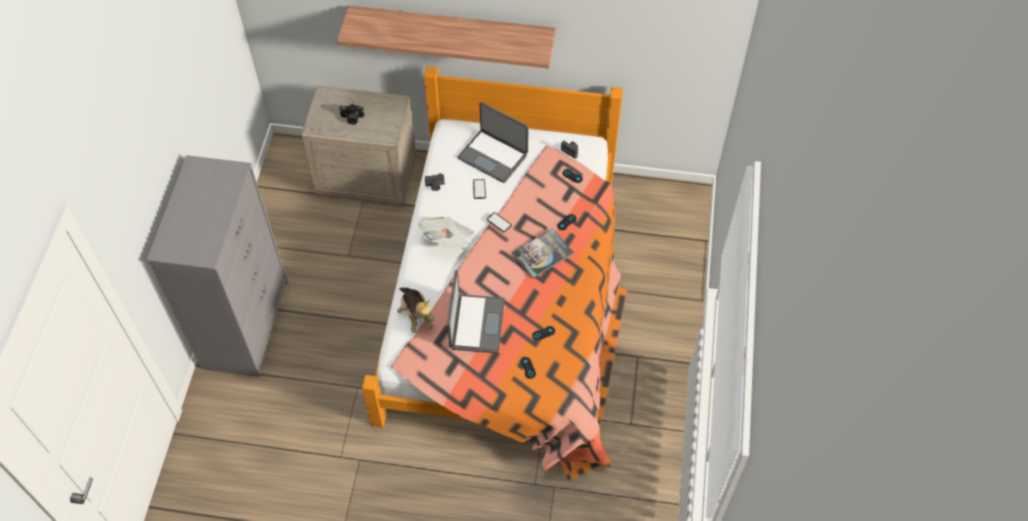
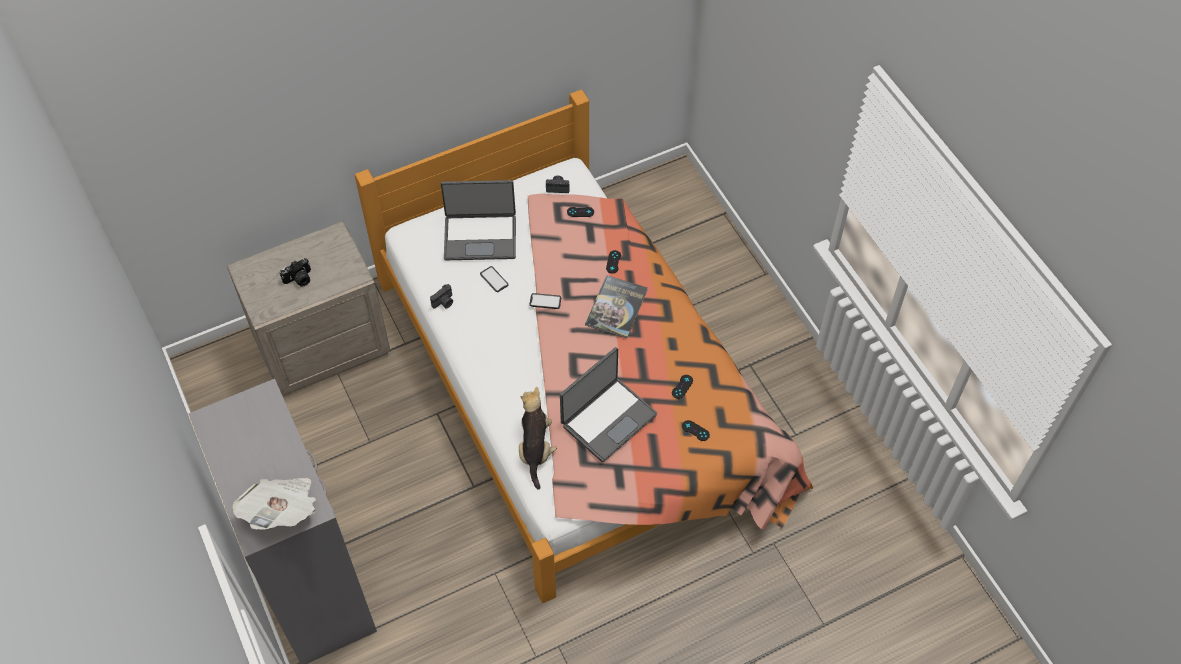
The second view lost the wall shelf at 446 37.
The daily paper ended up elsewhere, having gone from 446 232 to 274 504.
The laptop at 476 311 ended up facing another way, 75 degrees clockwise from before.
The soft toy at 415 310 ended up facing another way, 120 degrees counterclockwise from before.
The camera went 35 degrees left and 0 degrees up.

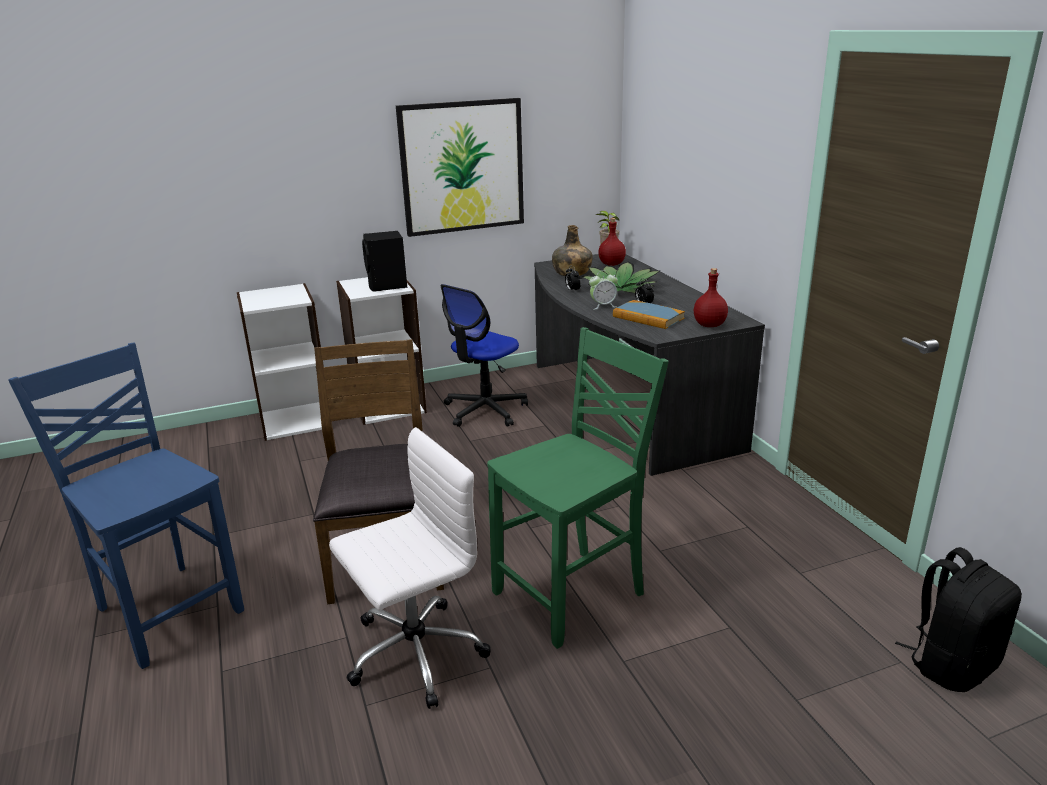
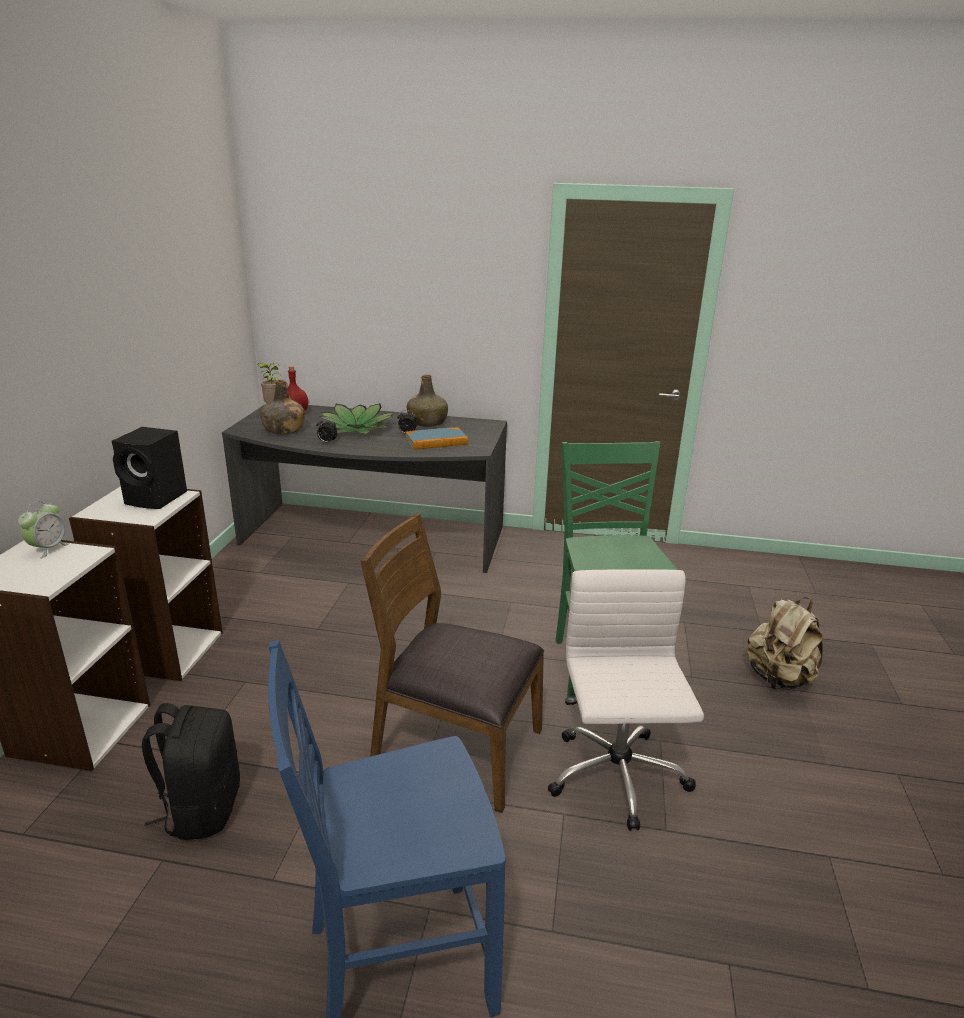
The second view lost the picture at 460 167.
The second view lost the red-coloured drink bottle at 711 297.
The bedside clock ended up elsewhere, having gone from 603 290 to 44 530.
The second view lost the desk chair at 484 355.
The blackish knapsack ended up elsewhere, having gone from 958 619 to 191 771.
The second view gained the green drink bottle at 427 400.
The second view gained the beige-coloured knapsack at 784 643.
The camera went 60 degrees left and 0 degrees up.

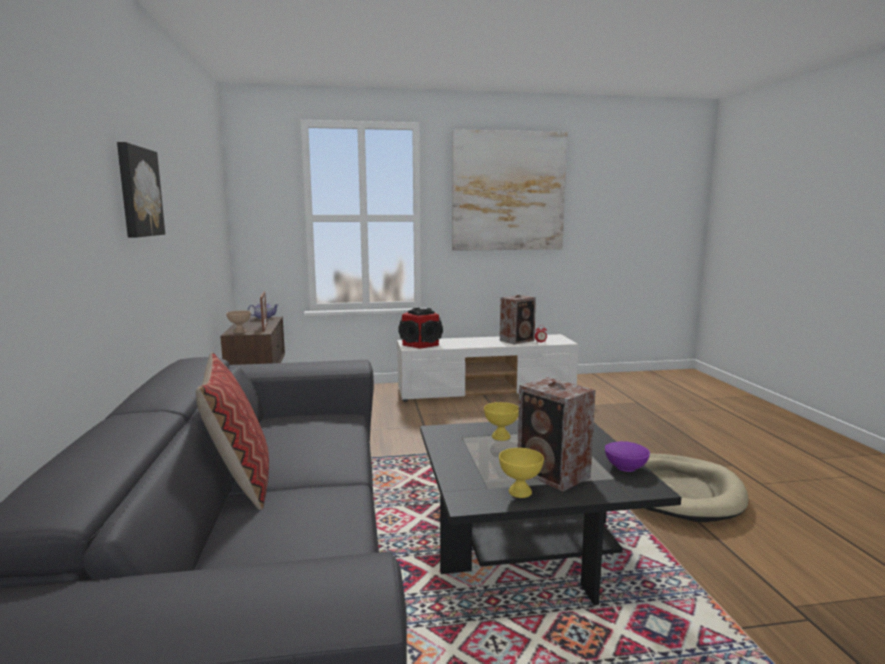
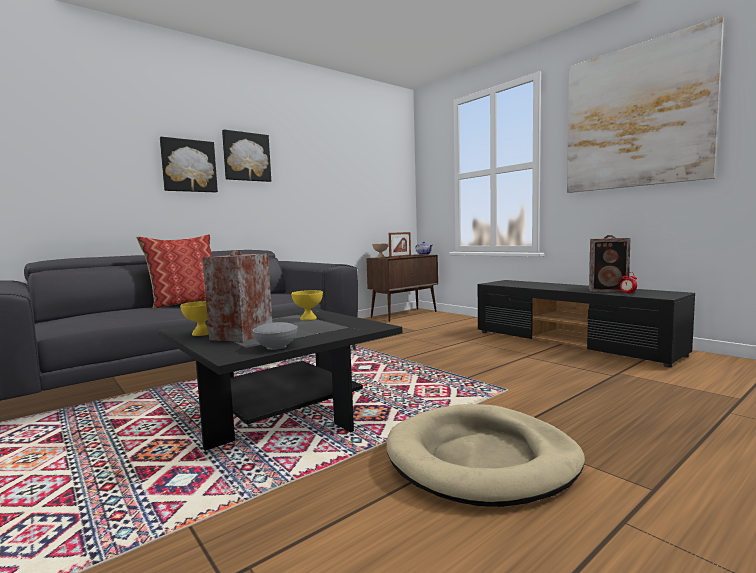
The second view lost the loudspeaker at 420 328.
What was the white tv stand at 488 368 turned into the blackish tv stand at 586 323.
What was the purplish bowl at 627 456 turned into the greyish bowl at 275 336.
The second view gained the picture at 189 165.
The camera went 60 degrees right and 5 degrees down.

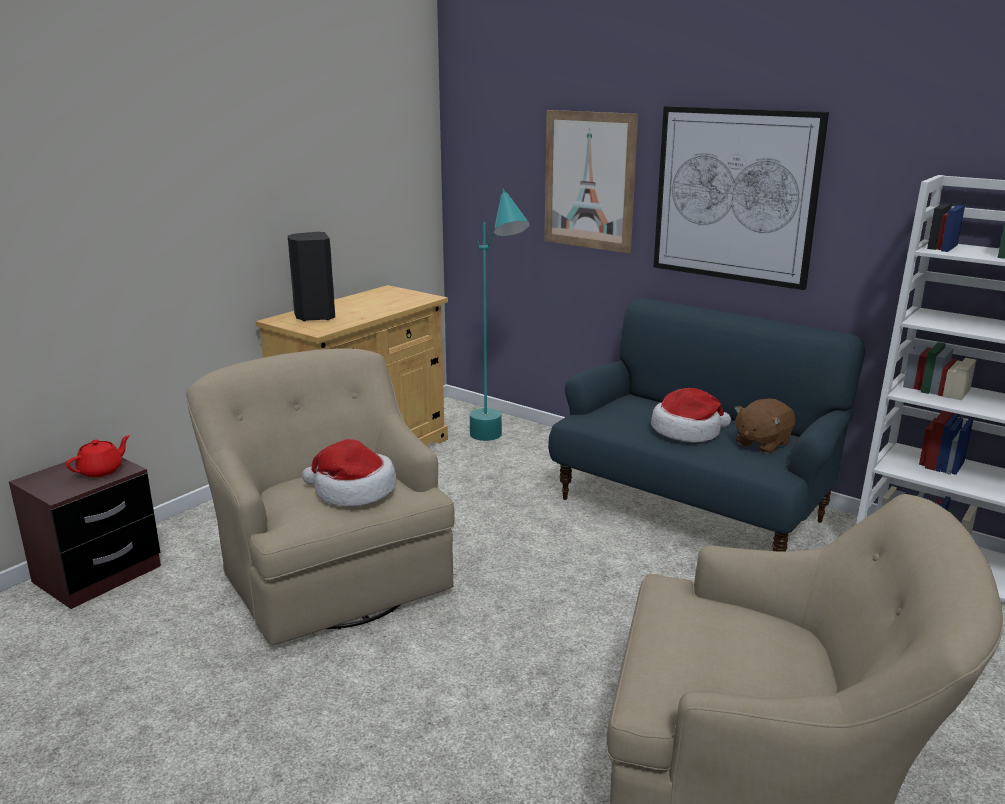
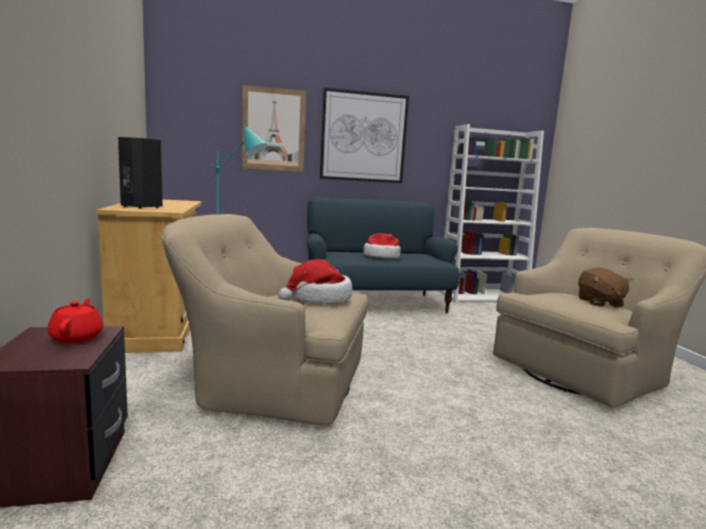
The brownish soft toy ended up elsewhere, having gone from 764 426 to 605 287.
The camera went 50 degrees left and 10 degrees down.

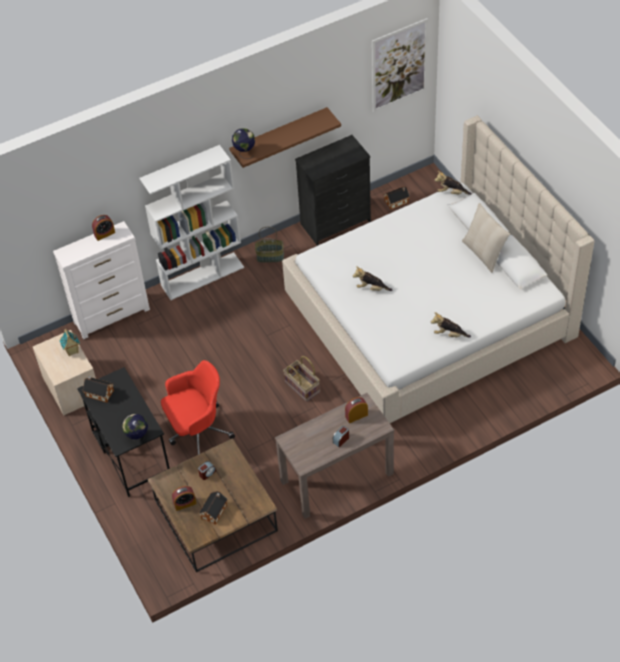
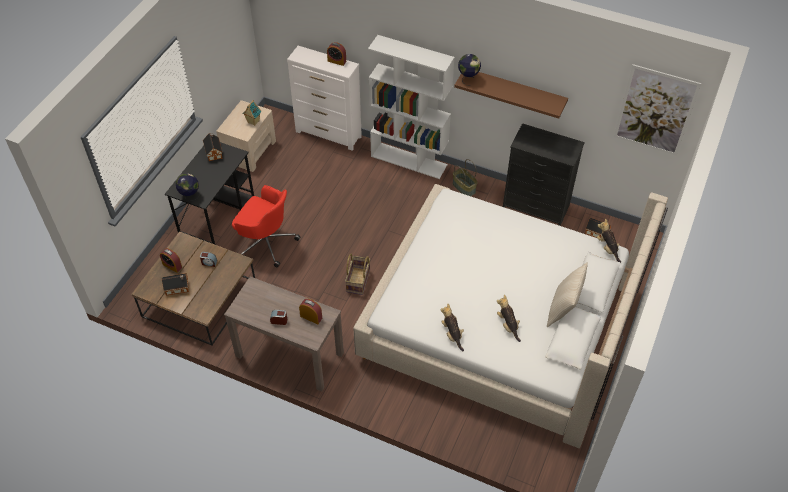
The soft toy ended up elsewhere, having gone from 372 278 to 509 318.
The camera went 50 degrees right and 0 degrees up.

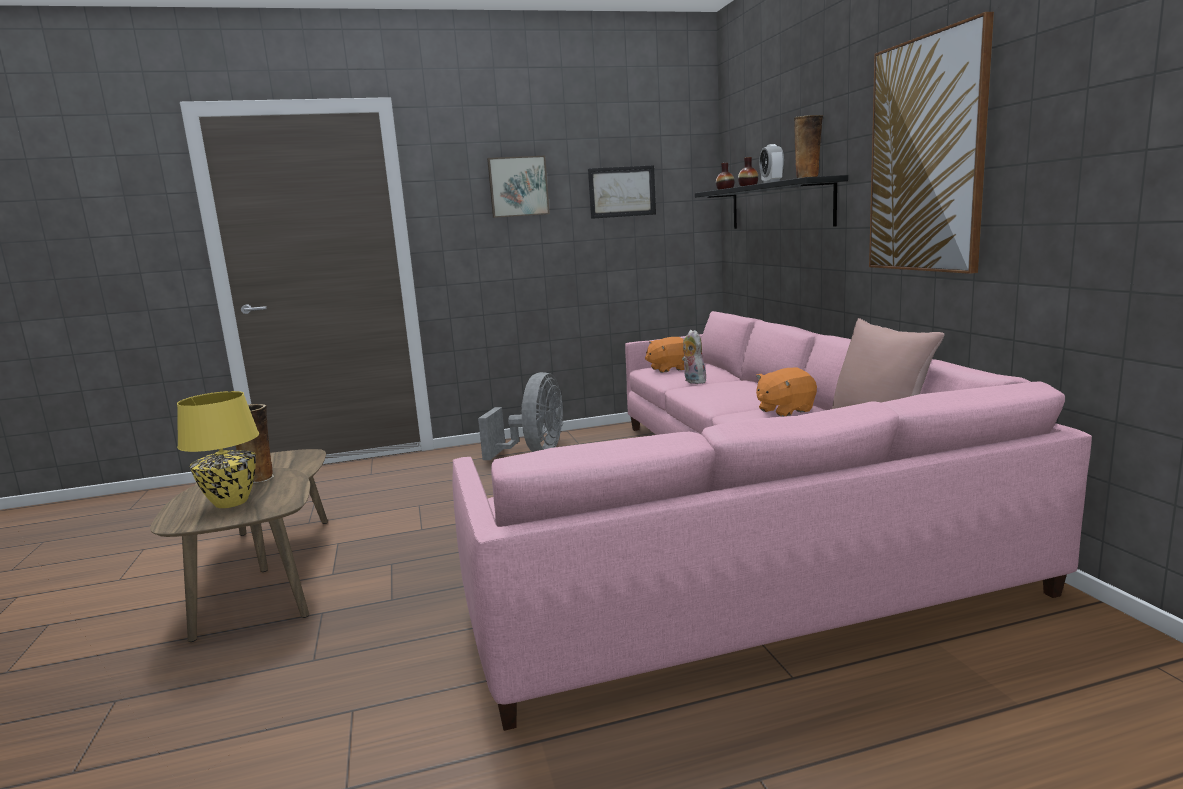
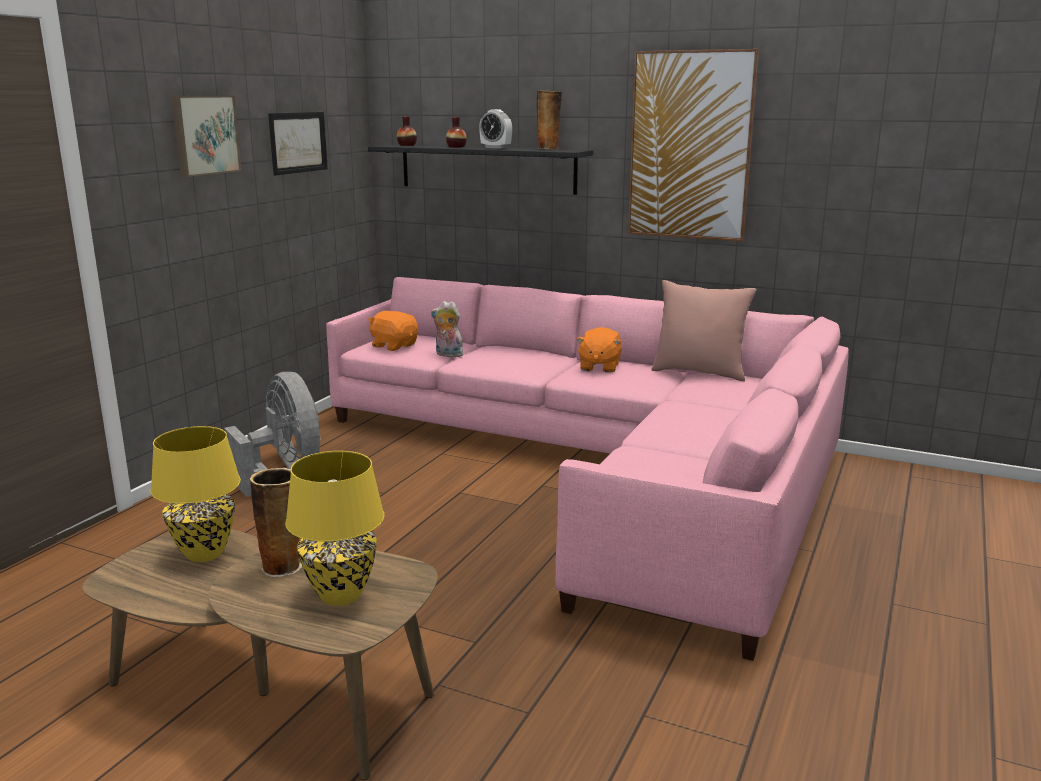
The orange soft toy at 664 355 ended up facing another way, 105 degrees clockwise from before.
The second view gained the yellow tabletop lamp at 196 494.
The camera went 50 degrees left and 5 degrees up.

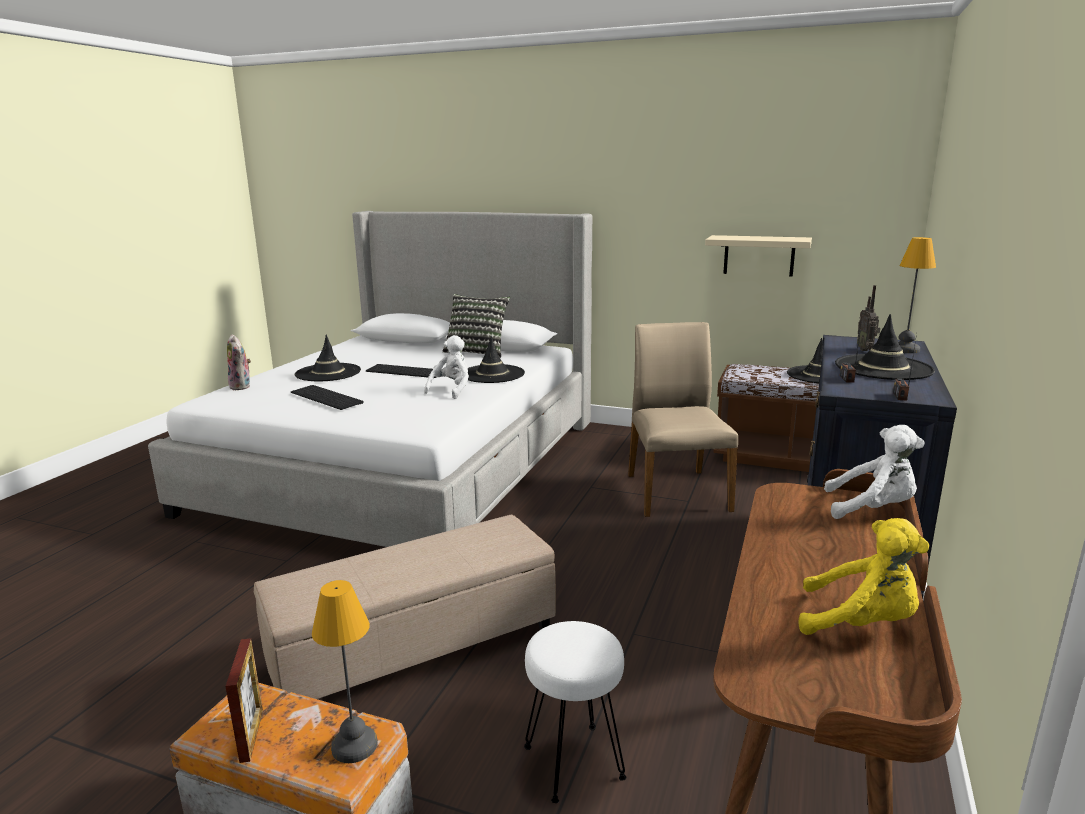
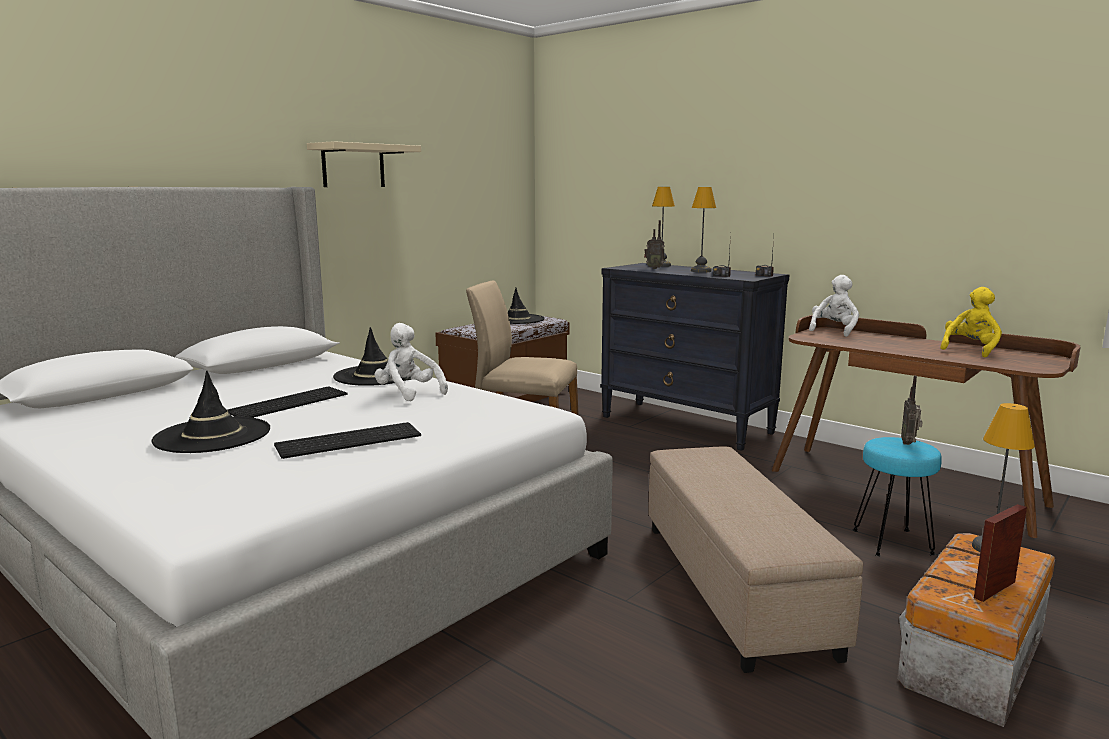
The beige-coloured wall shelf ended up elsewhere, having gone from 758 256 to 364 164.
The second view lost the throw pillow at 476 326.
Where the blackish hat stood at 885 347, the tabletop lamp came to stand at 703 229.
The second view lost the soft toy at 239 362.
What was the white stool seat at 575 712 turned into the blue-green stool seat at 897 496.
The photo frame at 244 700 ended up facing another way, 45 degrees counterclockwise from before.
The second view gained the radio set at 912 410.
The camera went 70 degrees left and 5 degrees down.

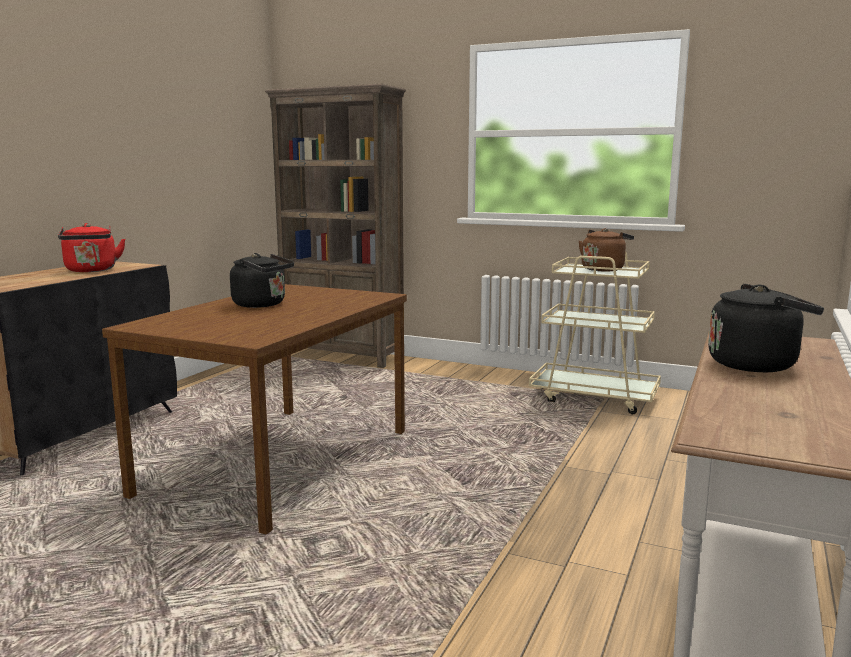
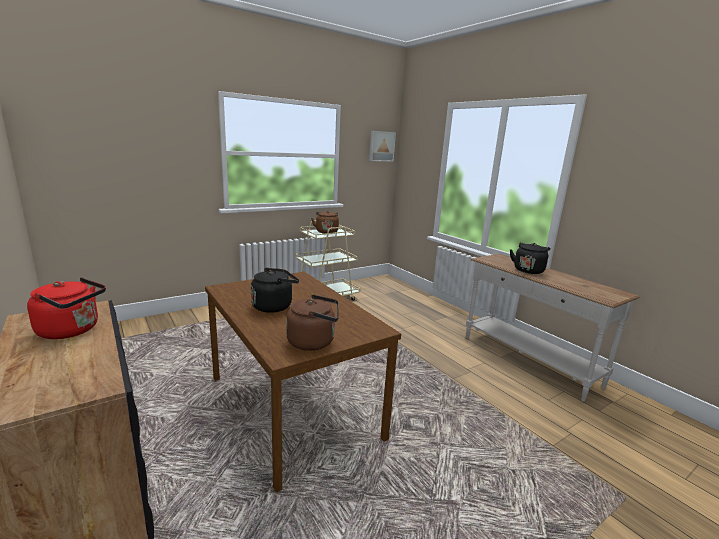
The second view lost the brownish bookcase at 335 226.
The second view gained the picture at 382 146.
The second view gained the brownish tea kettle at 312 322.
The camera went 60 degrees left and 5 degrees up.

